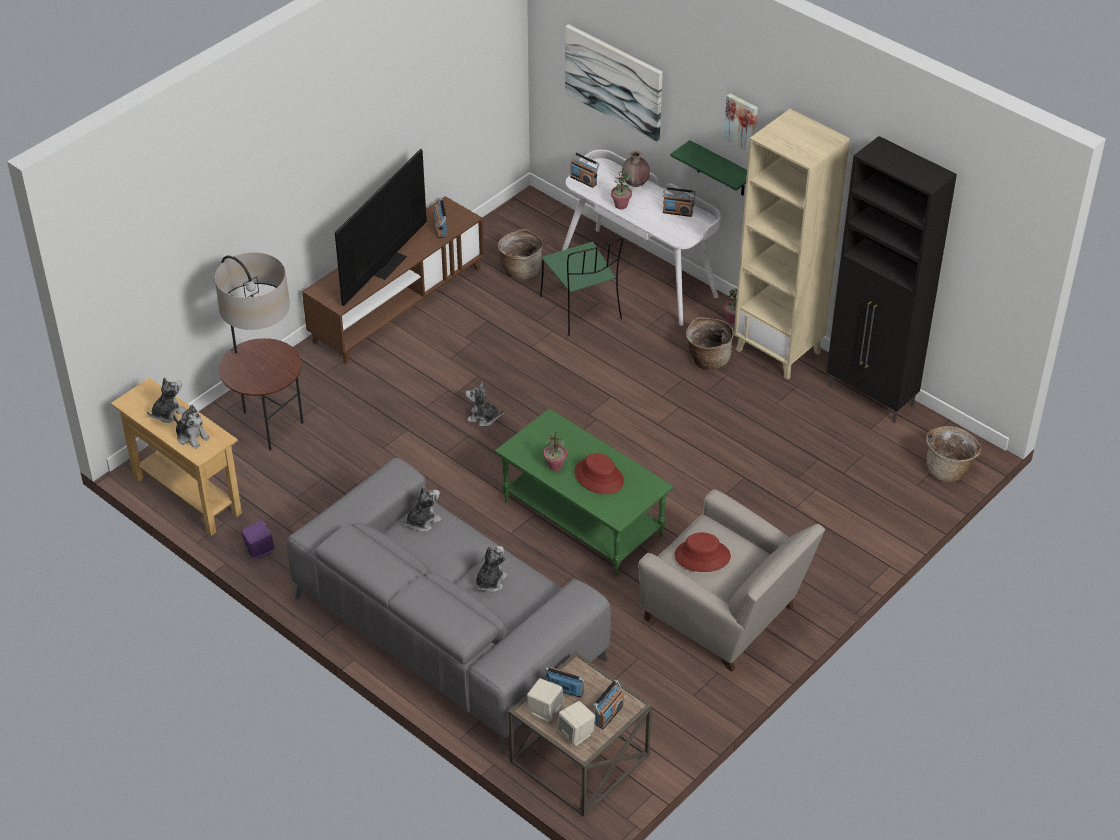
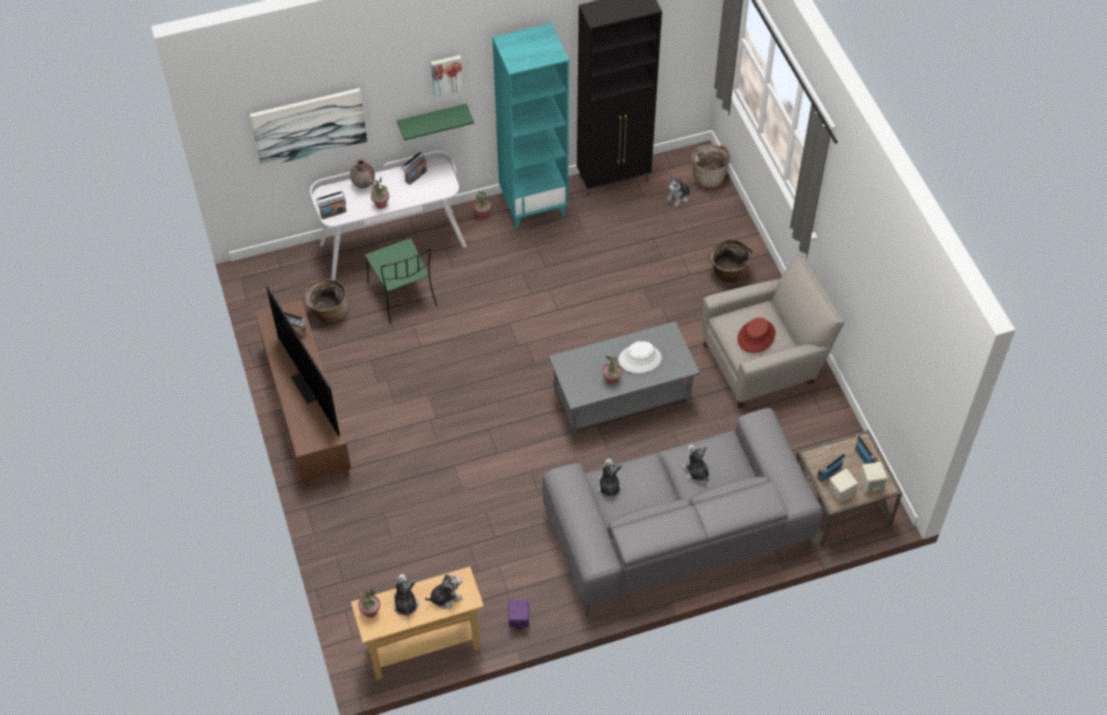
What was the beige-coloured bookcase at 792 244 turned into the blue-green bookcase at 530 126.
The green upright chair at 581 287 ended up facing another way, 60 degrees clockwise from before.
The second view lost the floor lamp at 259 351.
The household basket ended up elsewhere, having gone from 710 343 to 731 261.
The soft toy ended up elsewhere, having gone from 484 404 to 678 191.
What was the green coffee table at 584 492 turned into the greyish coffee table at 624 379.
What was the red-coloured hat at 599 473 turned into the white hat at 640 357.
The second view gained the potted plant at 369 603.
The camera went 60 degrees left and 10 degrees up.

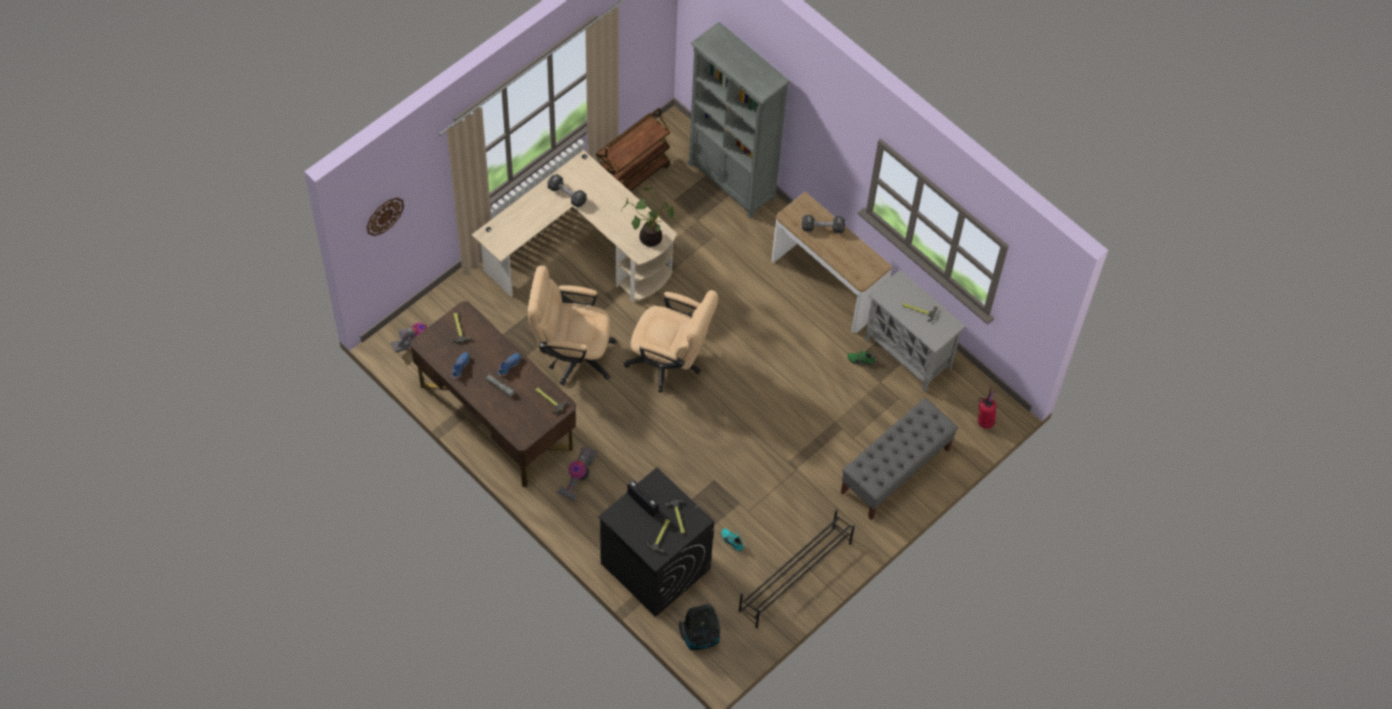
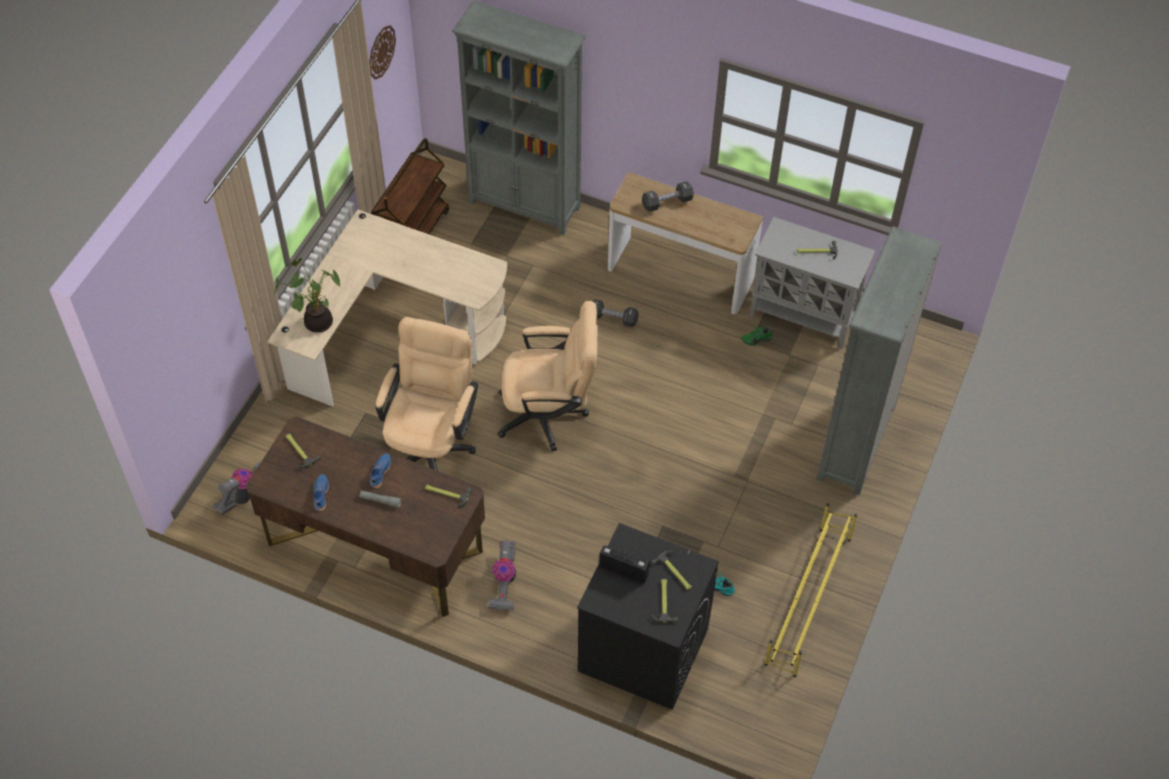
The blackish free weight ended up elsewhere, having gone from 567 190 to 615 313.
The potted plant ended up elsewhere, having gone from 647 217 to 307 295.
The hanging clock ended up elsewhere, having gone from 385 216 to 382 52.
The beige-coloured desk chair at 572 325 ended up facing another way, 120 degrees clockwise from before.
The second view lost the fire extinguisher at 987 408.
Where the greyish bench stood at 899 459, the greyish bookcase came to stand at 879 360.
What was the blackish shoe stand at 796 569 turned into the yellow shoe stand at 810 590.
The second view lost the vacuum cleaner at 699 627.
The camera went 20 degrees left and 5 degrees down.

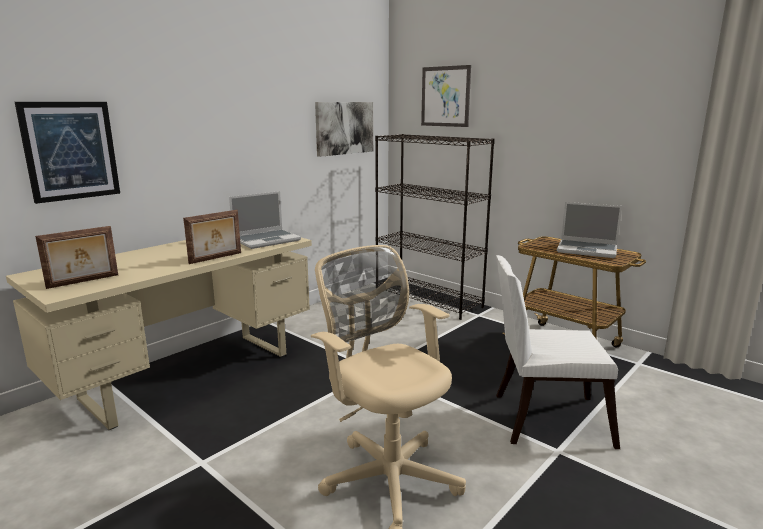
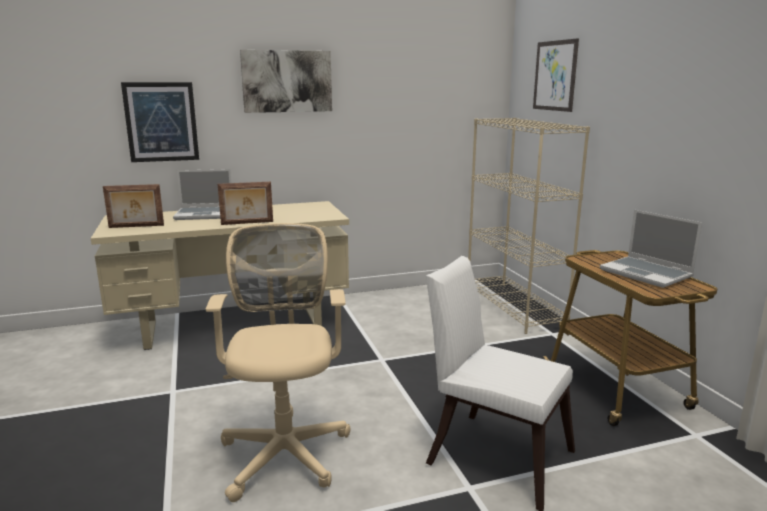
The picture ended up elsewhere, having gone from 344 129 to 286 81.
What was the blackish bookcase at 435 227 turned into the beige-coloured bookcase at 529 226.
The laptop ended up elsewhere, having gone from 265 220 to 202 194.
The camera went 30 degrees right and 0 degrees up.

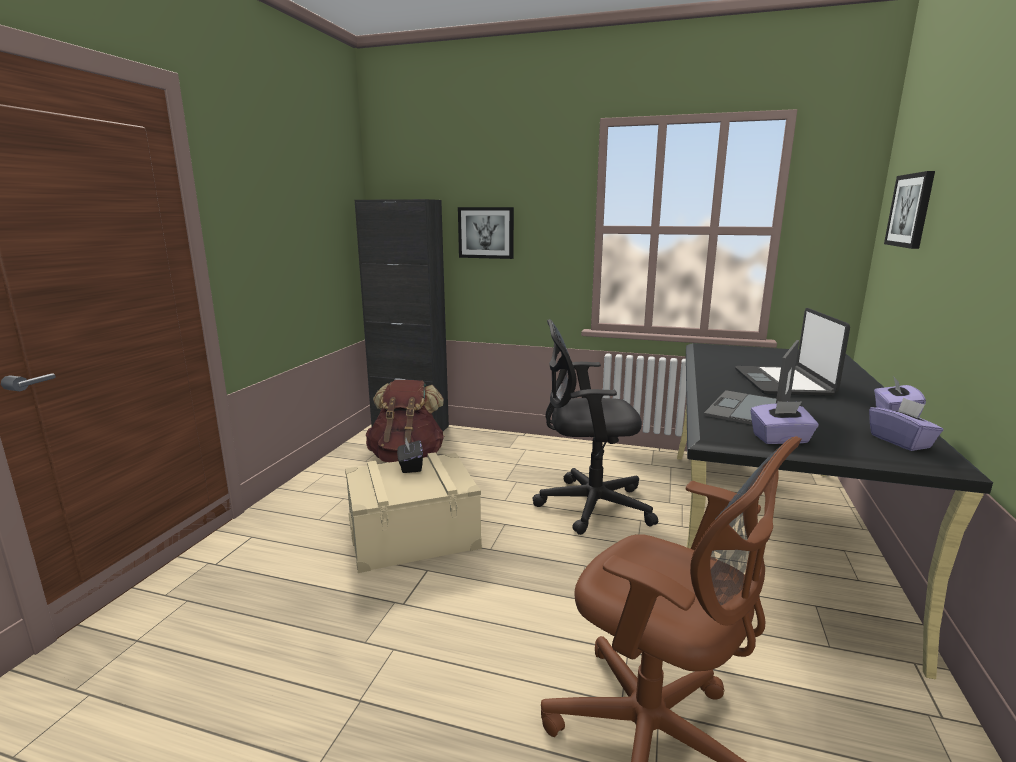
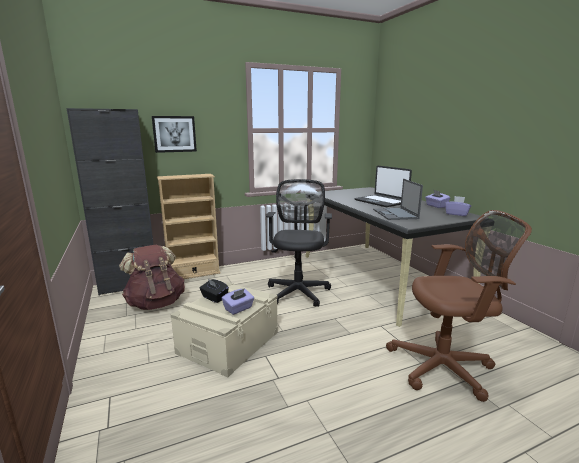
The second view lost the picture at 909 210.
The blackish desk chair at 595 427 ended up facing another way, 135 degrees clockwise from before.
The purplish box of tissues ended up elsewhere, having gone from 785 422 to 238 301.
The second view gained the beige-coloured bookcase at 188 226.
The camera went 40 degrees left and 0 degrees up.

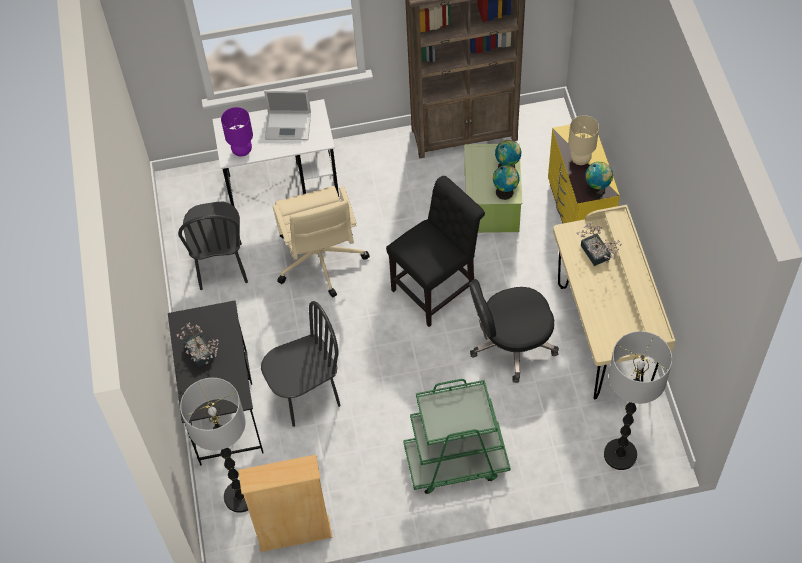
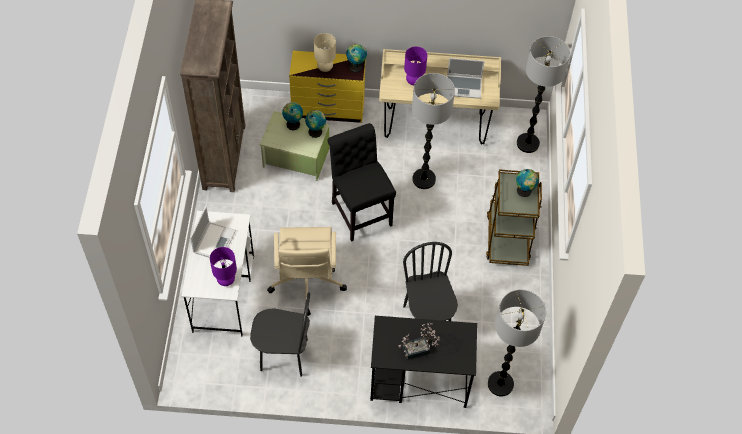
The beige-coloured desk chair at 321 241 ended up facing another way, 90 degrees clockwise from before.
Where the potted plant stood at 599 244, the purplish tabletop lamp came to stand at 415 65.
Where the blackish desk chair stood at 514 331, the floor lamp came to stand at 433 131.
What was the green cart at 456 436 turned into the brownish cart at 514 218.
The second view lost the beige-coloured bookcase at 285 503.
The second view gained the laptop at 466 78.
The second view gained the desk globe at 527 183.
The camera went 80 degrees left and 0 degrees up.

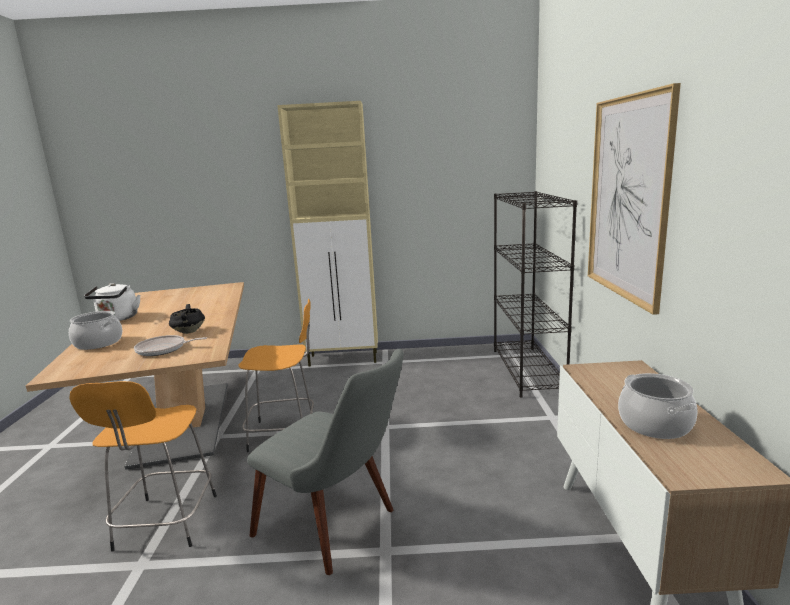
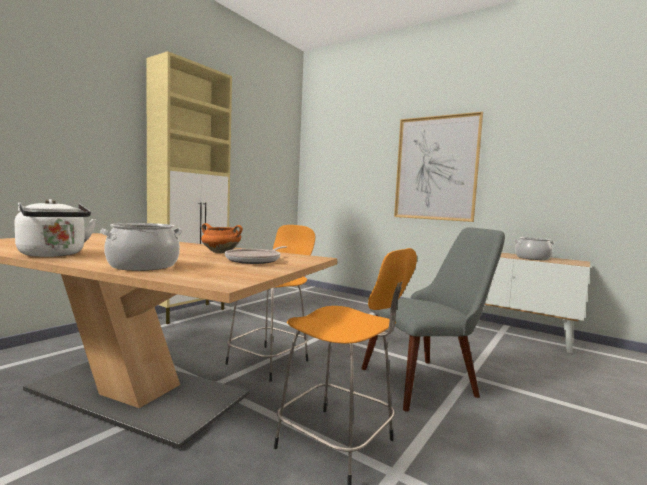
The second view lost the blackish bookcase at 535 294.
What was the blackish cooking pot at 187 319 turned into the orange cooking pot at 222 238.
The camera went 55 degrees left and 10 degrees down.

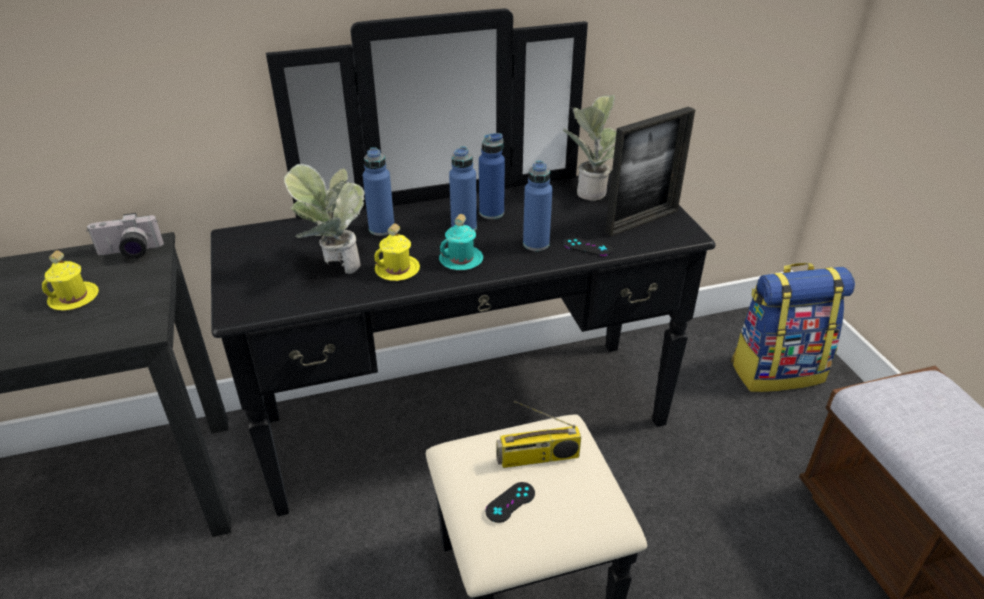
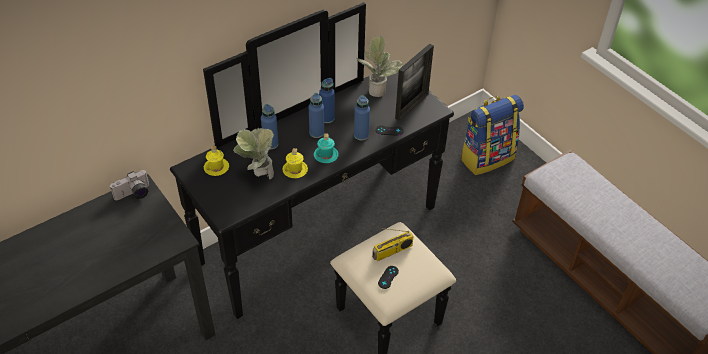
The yellow tea mug ended up elsewhere, having gone from 70 280 to 216 161.
The camera went 20 degrees left and 10 degrees up.

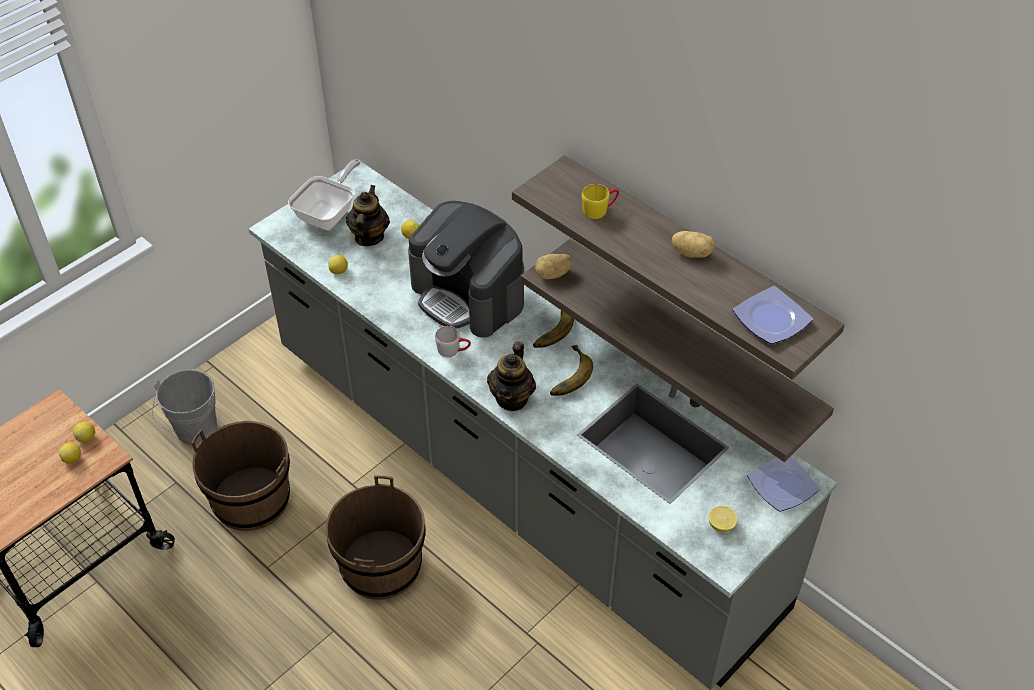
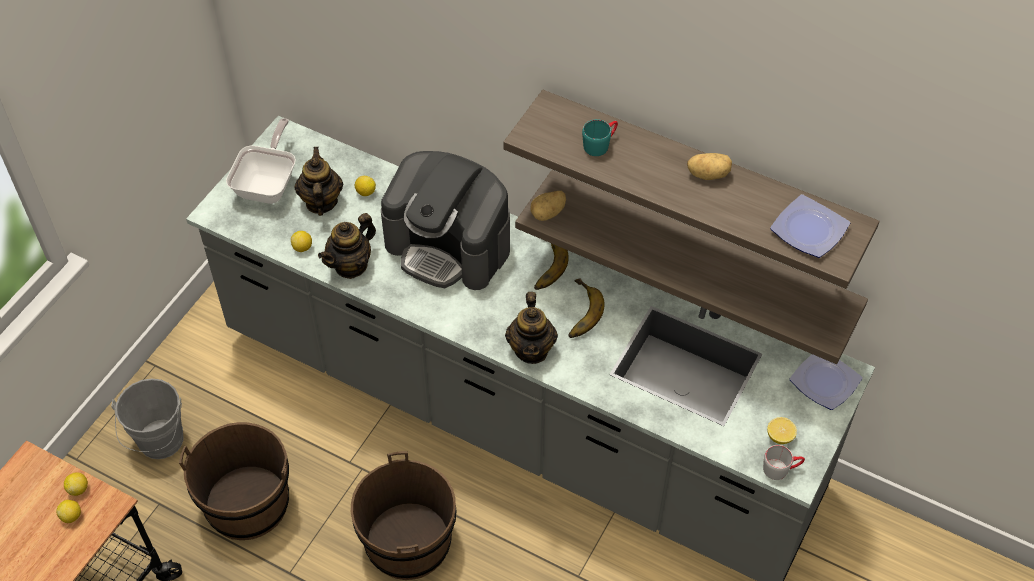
What was the yellow tea mug at 600 201 turned into the blue-green tea mug at 600 137.
The greyish tea mug ended up elsewhere, having gone from 453 341 to 784 462.
The second view gained the teapot at 347 246.
The camera went 15 degrees left and 5 degrees up.

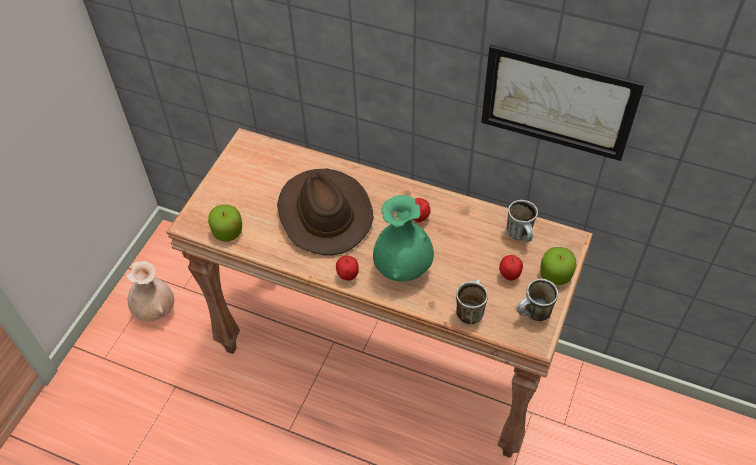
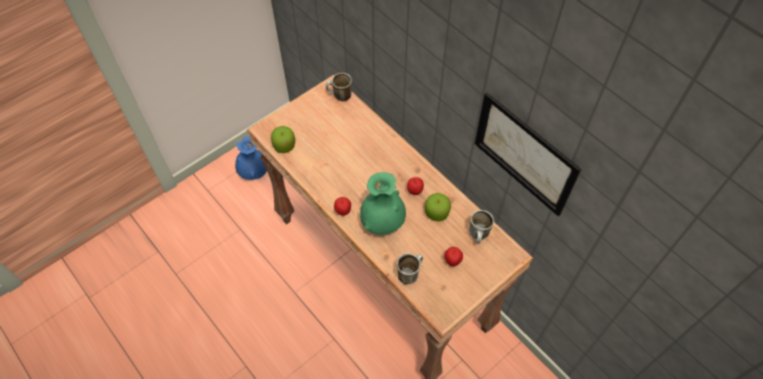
The second view lost the brownish hat at 325 212.
The whole apple ended up elsewhere, having gone from 558 266 to 438 207.
What was the beige-coloured flower vase at 150 291 turned into the bluish flower vase at 251 158.
The tea mug ended up elsewhere, having gone from 537 300 to 339 87.
The camera went 25 degrees right and 5 degrees up.

